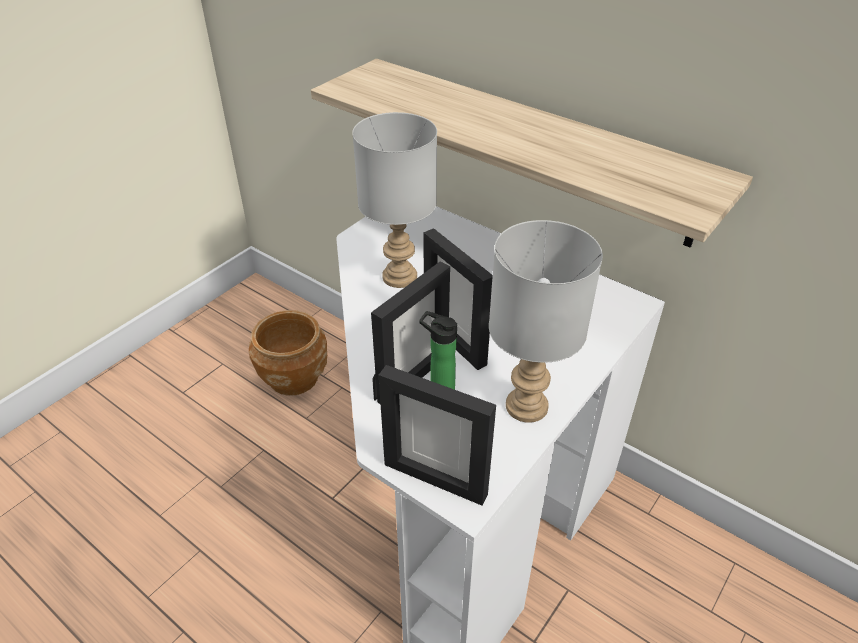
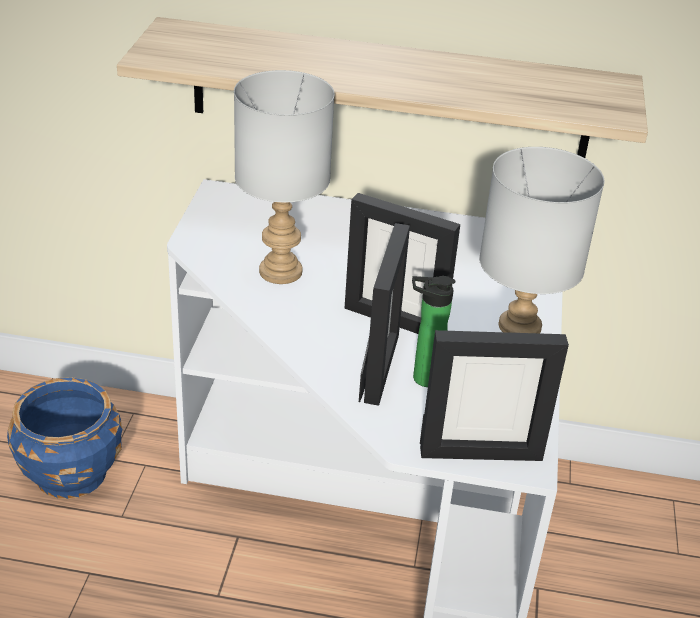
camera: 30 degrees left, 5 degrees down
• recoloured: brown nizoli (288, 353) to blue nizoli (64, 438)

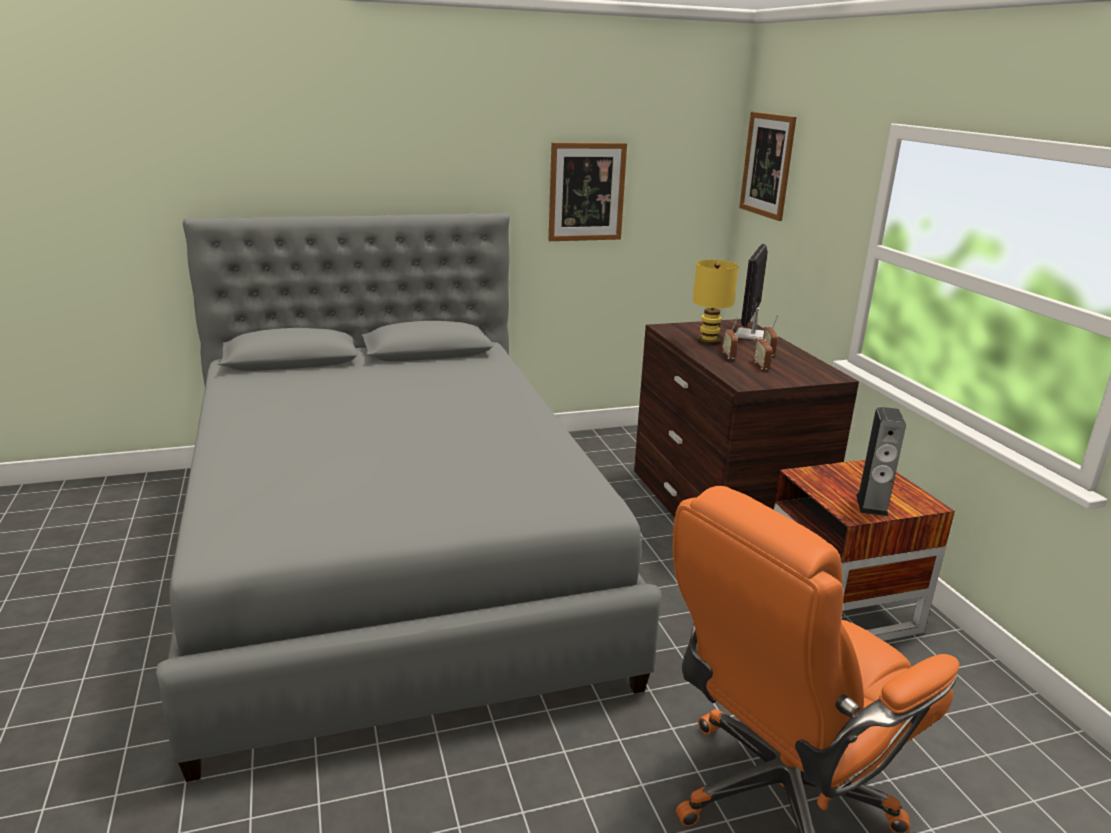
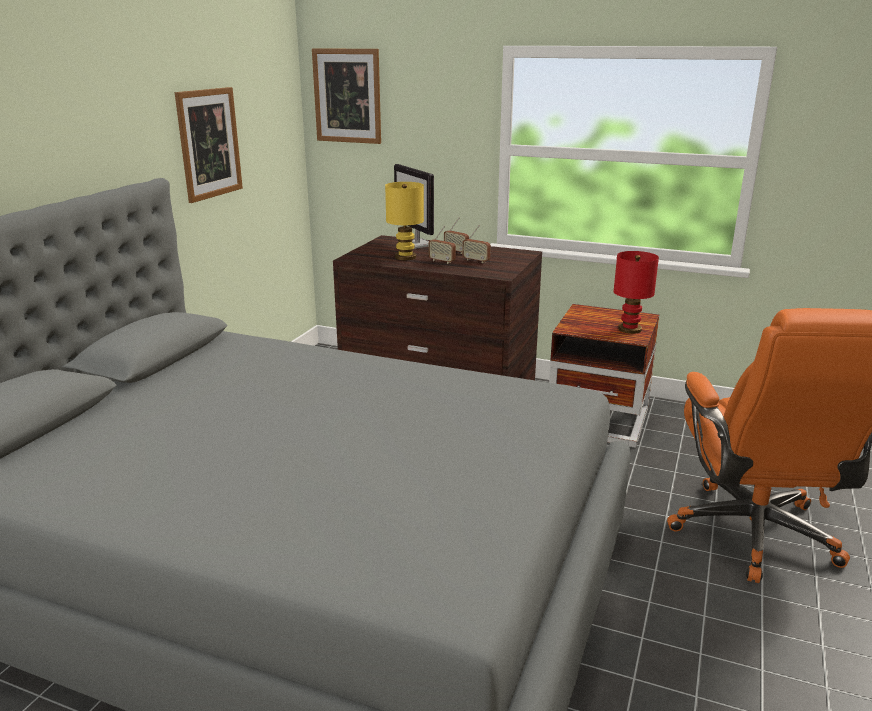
camera: 50 degrees left, 0 degrees up
• replaced: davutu (881, 462) to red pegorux (636, 292)

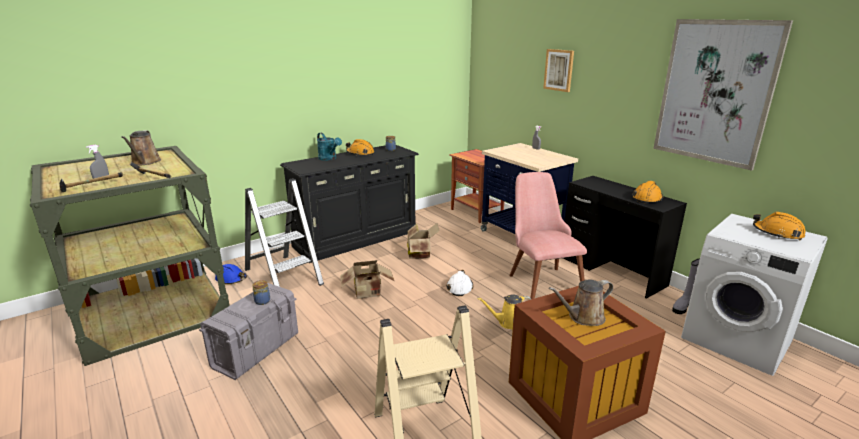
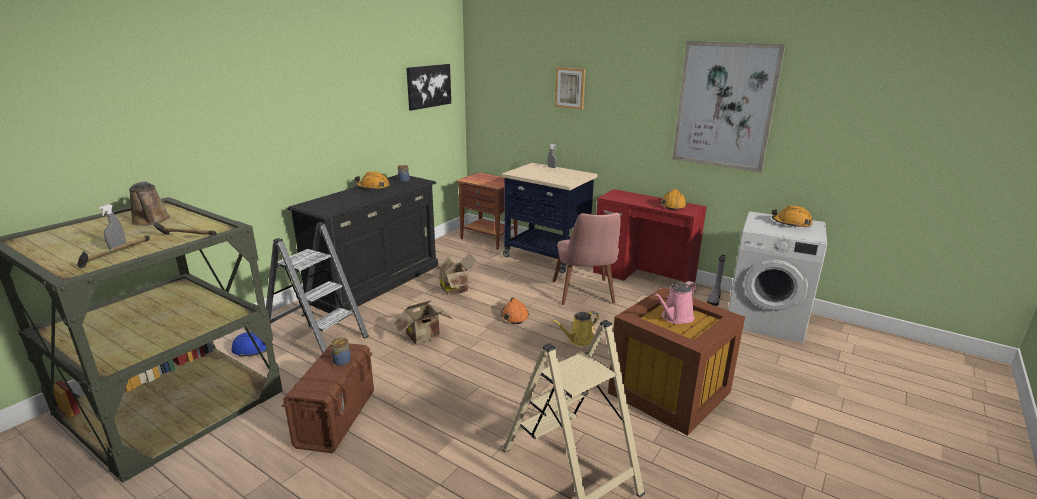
camera: 20 degrees left, 0 degrees up
• recoloured: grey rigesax (248, 331) to brown rigesax (328, 398)
• removed: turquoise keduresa (329, 147)
• recoloured: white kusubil (459, 283) to orange kusubil (515, 310)
• turned: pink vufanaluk (548, 236) = (587, 259) 150 degrees counterclockwise
• recoloured: brown keduresa (581, 303) to pink keduresa (675, 302)
• recoloured: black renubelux (625, 237) to red renubelux (650, 238)
• added: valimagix (428, 87)

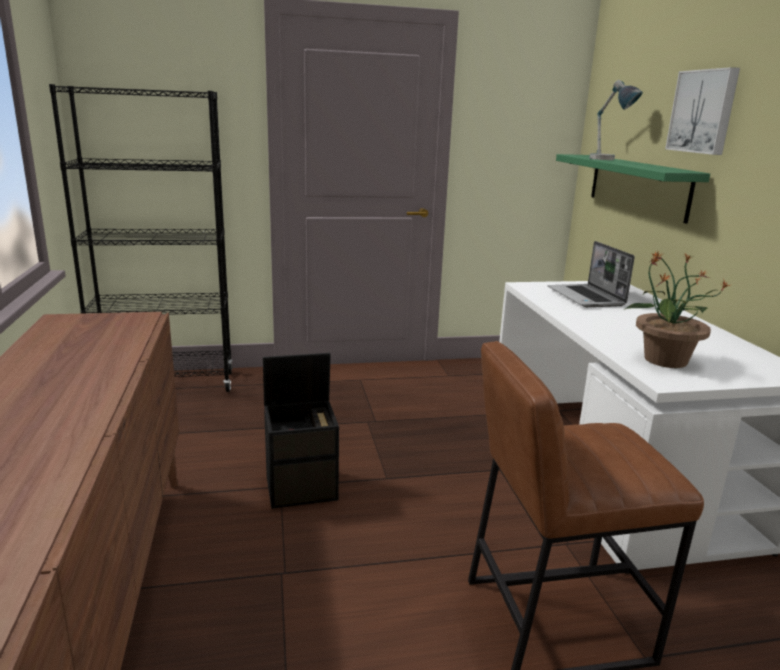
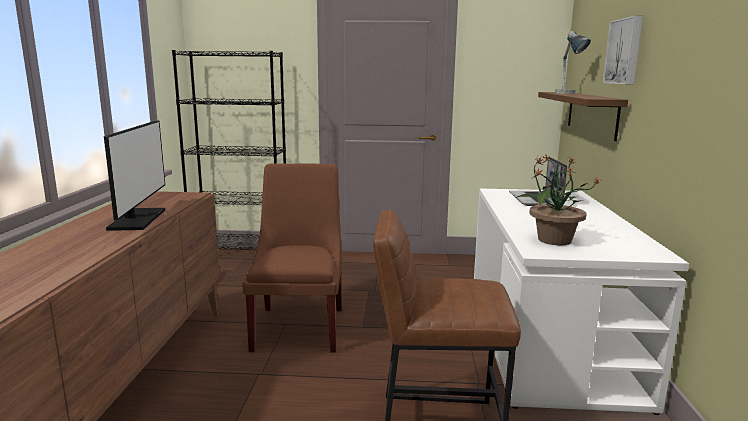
camera: 15 degrees right, 5 degrees down
• replaced: black rigesax (301, 431) to brown vufanaluk (292, 258)
• recoloured: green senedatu (633, 189) to brown senedatu (583, 116)
• added: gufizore (134, 175)

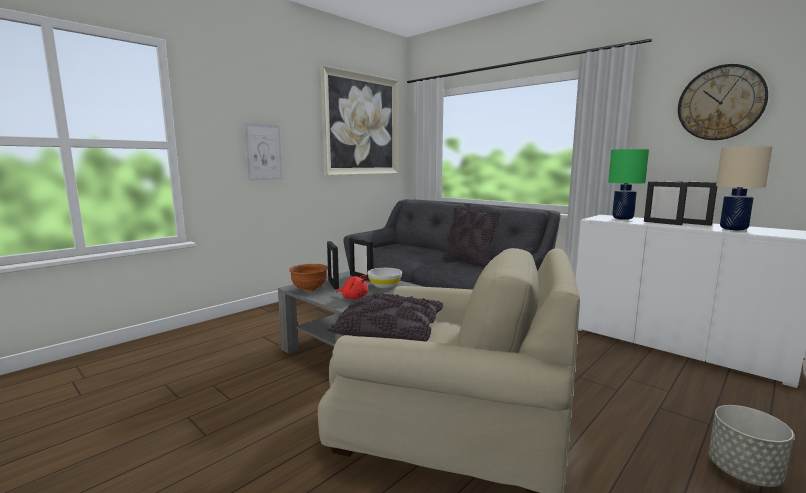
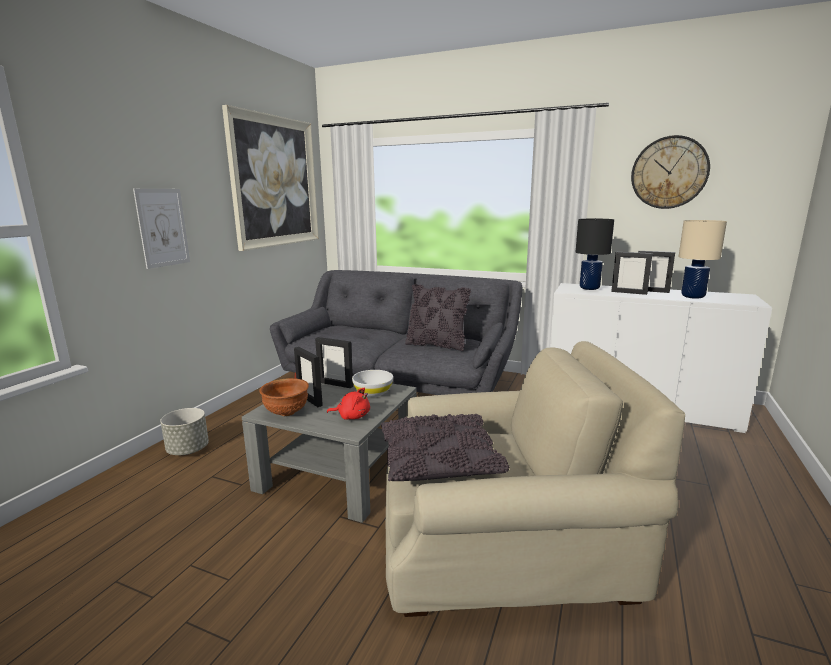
camera: 20 degrees left, 5 degrees up
• recoloured: green pegorux (628, 184) to black pegorux (595, 254)
• moved: grey nizoli (751, 446) to (184, 431)

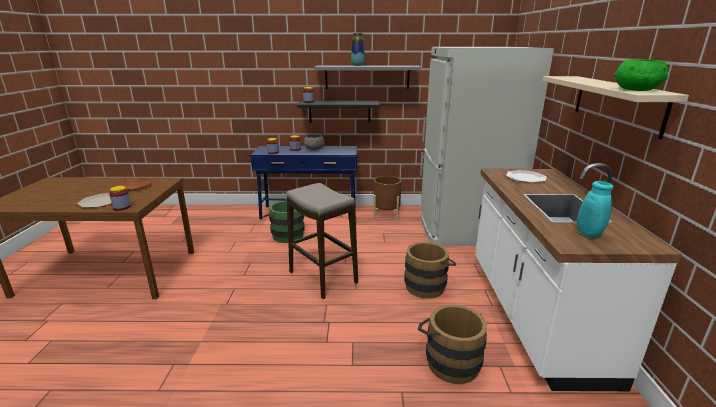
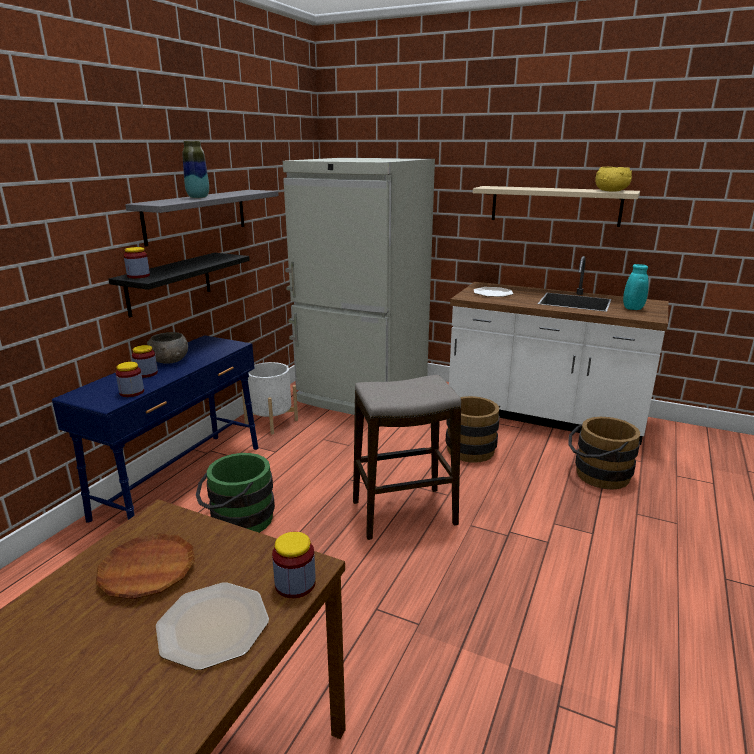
camera: 65 degrees left, 0 degrees up
• recoloured: brown nizoli (387, 198) to white nizoli (270, 398)
• recoloured: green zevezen (641, 75) to yellow zevezen (613, 179)

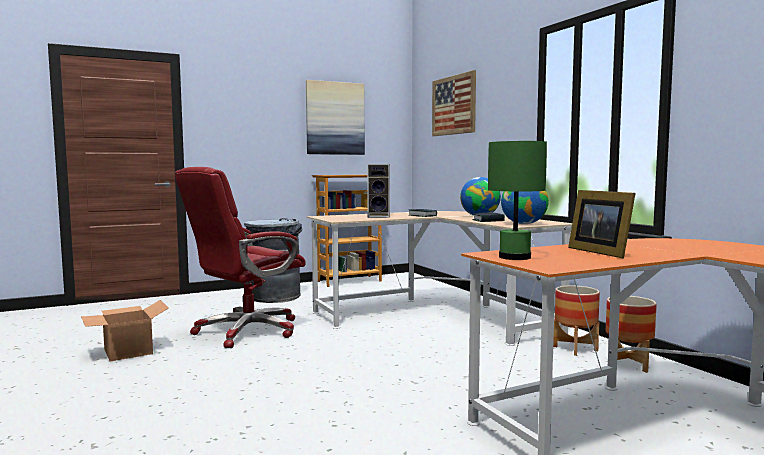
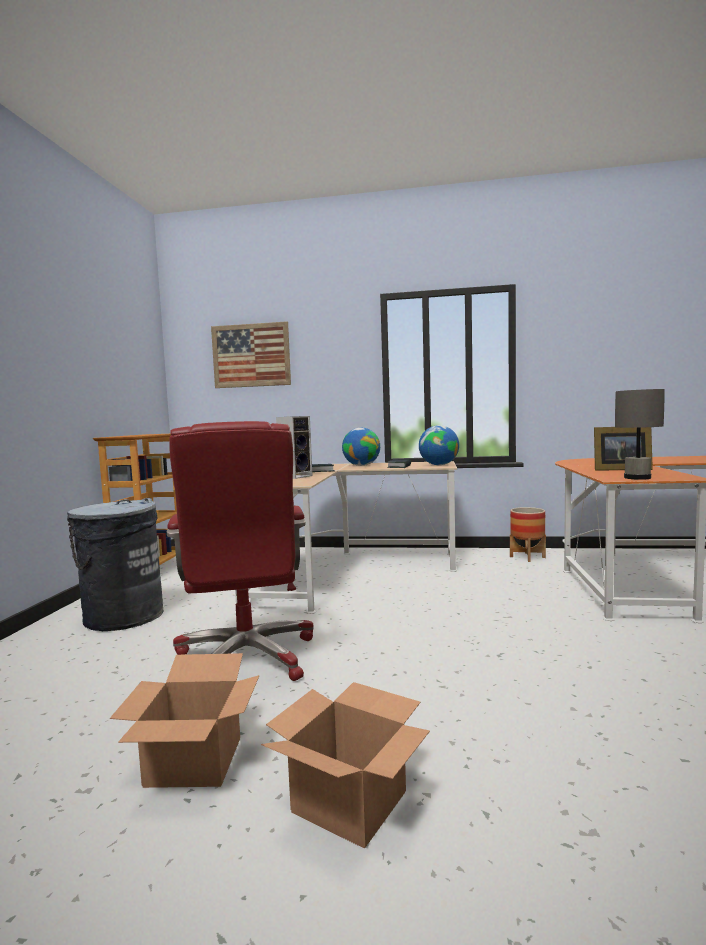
camera: 55 degrees left, 0 degrees up
• removed: valimagix (335, 117)
• recoloured: green pegorux (517, 200) to grey pegorux (640, 434)
• removed: nizoli (576, 320)
• added: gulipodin (345, 765)

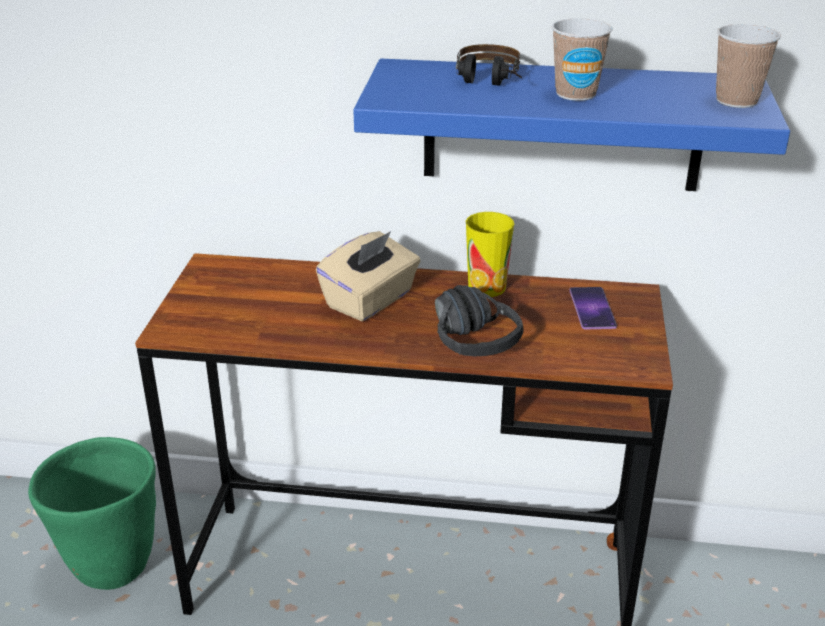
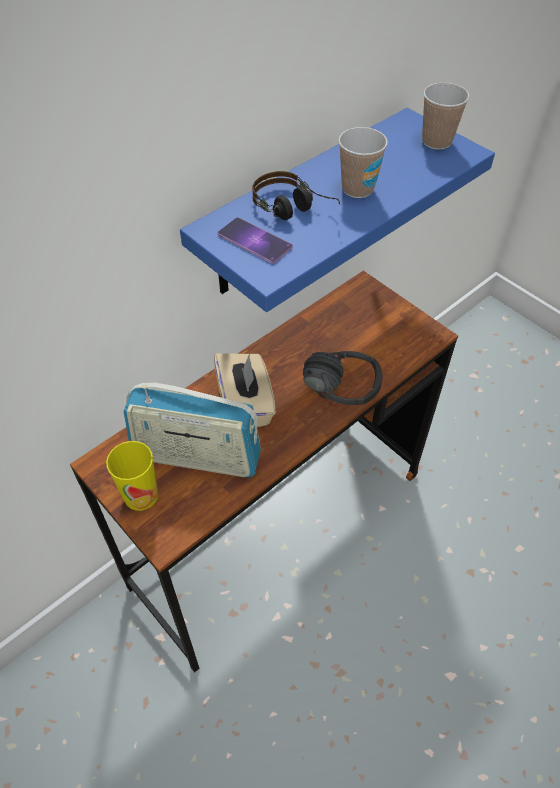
camera: 50 degrees left, 20 degrees up
• removed: green nizoli (92, 513)
• moved: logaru (490, 254) to (132, 476)
• moved: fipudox (593, 308) to (255, 240)
• added: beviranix (192, 430)

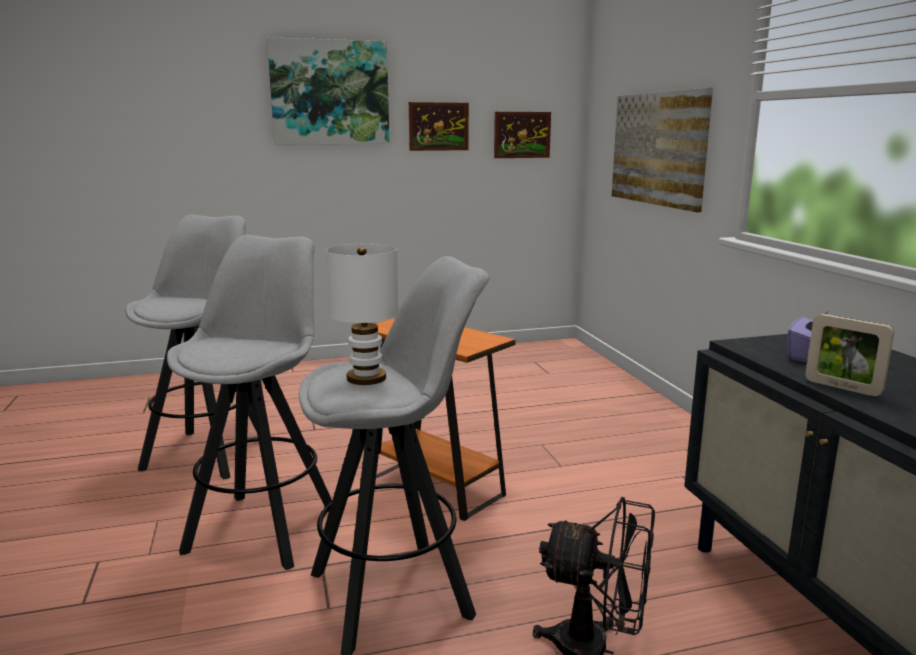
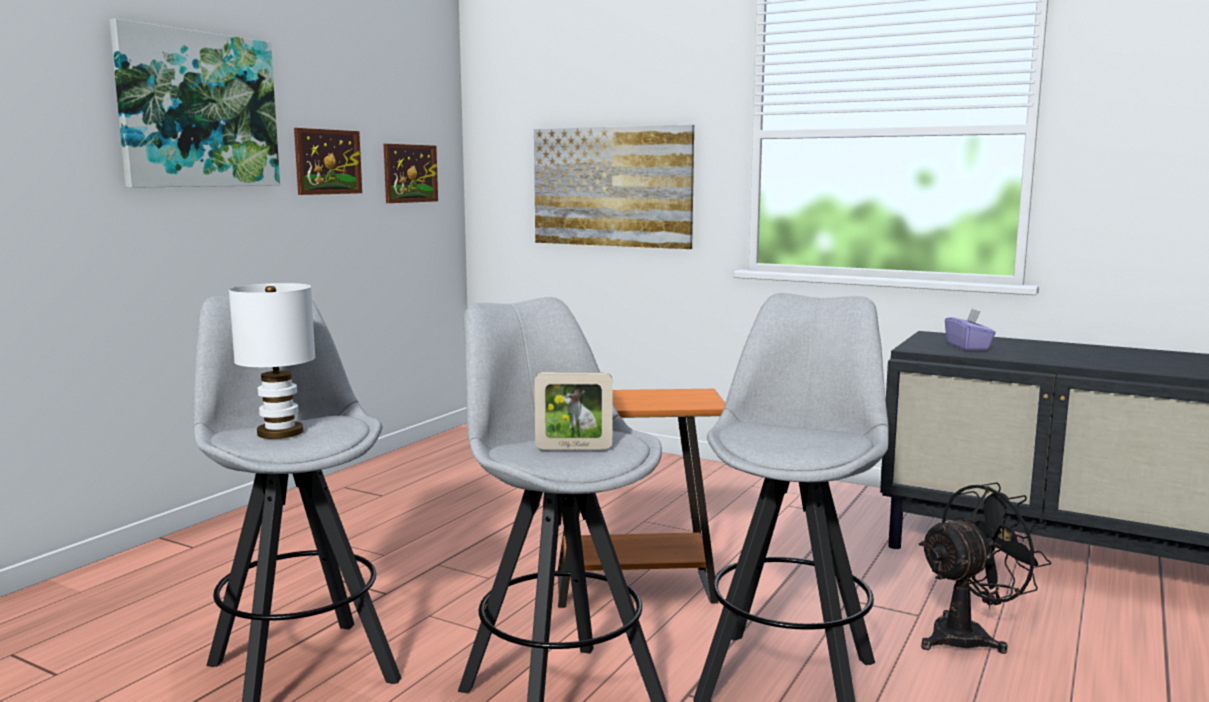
camera: 45 degrees left, 5 degrees down
• moved: white pegorux (362, 314) to (272, 361)
• moved: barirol (849, 355) to (573, 410)

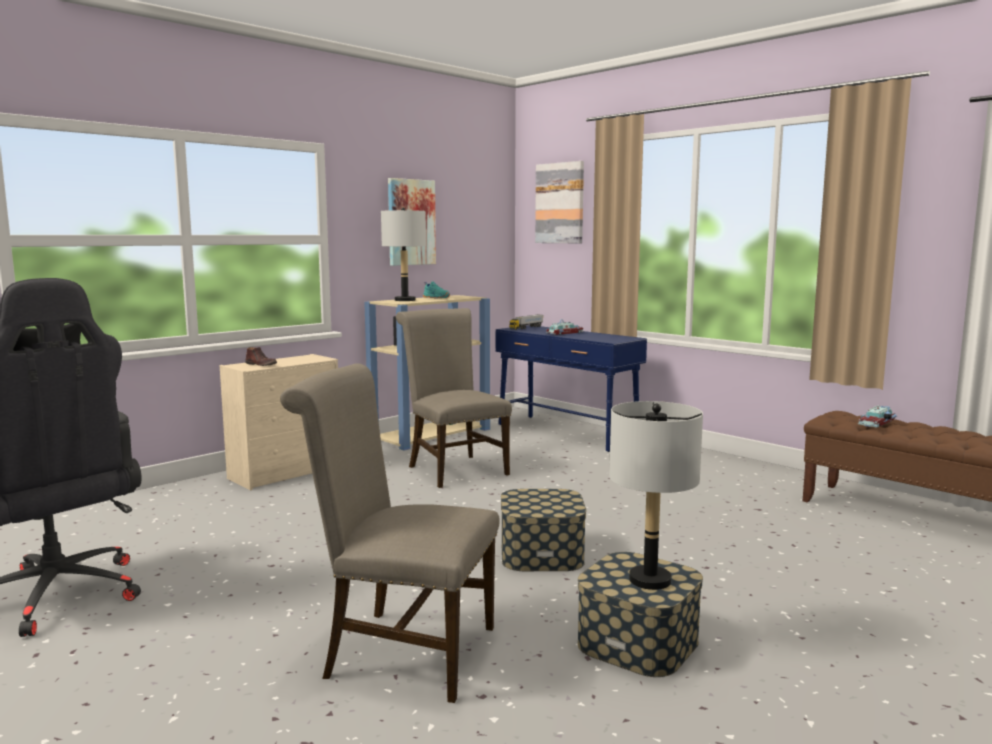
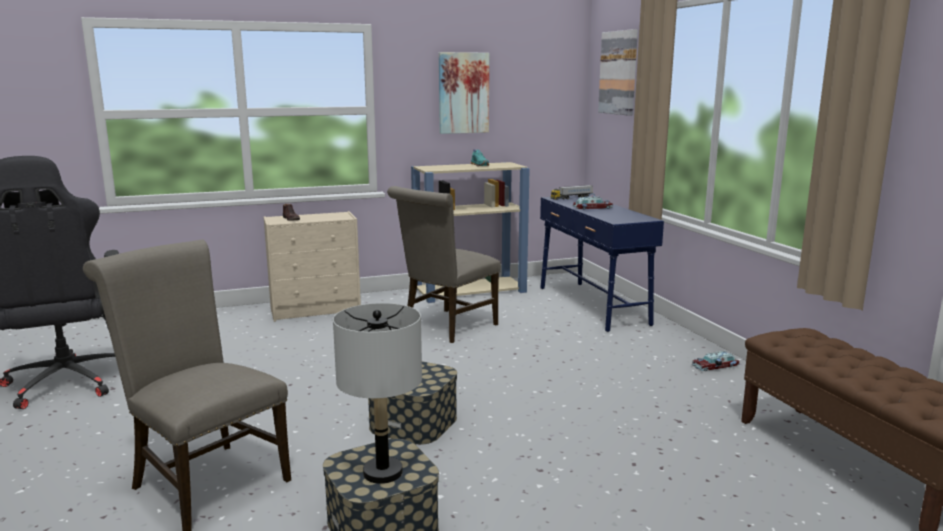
camera: 25 degrees right, 5 degrees up
• removed: grey pegorux (403, 254)
• turned: beige vufanaluk (454, 398) = (444, 264) 135 degrees counterclockwise
• moved: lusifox (877, 416) to (716, 361)

